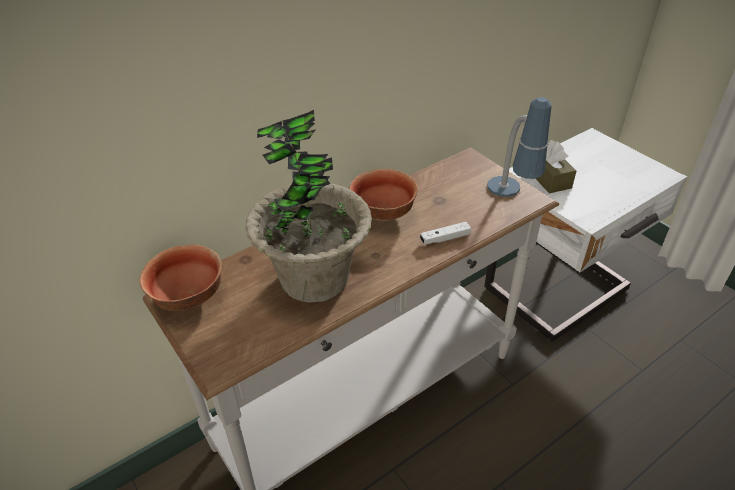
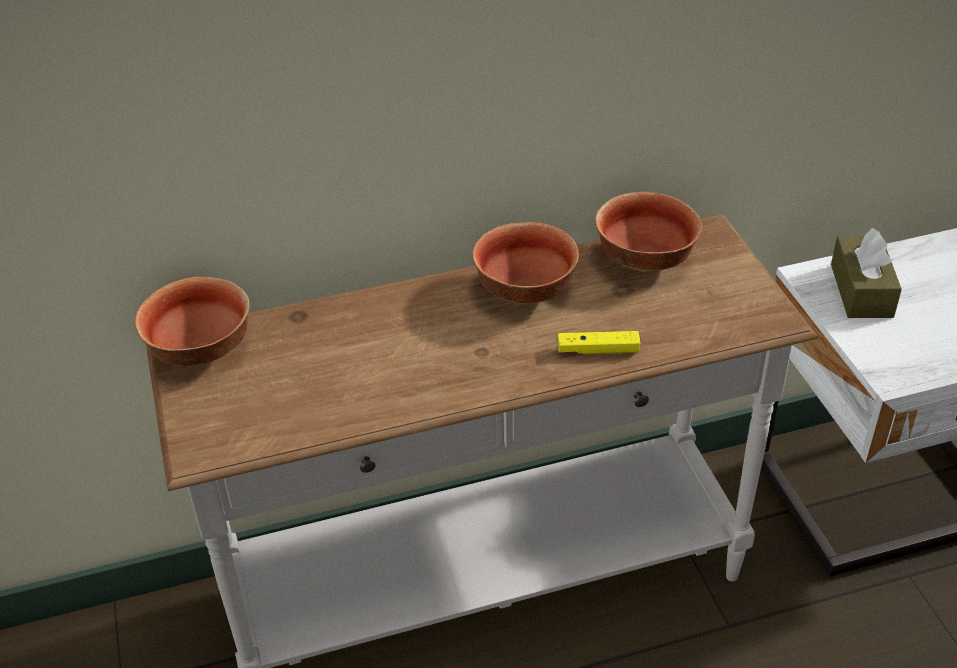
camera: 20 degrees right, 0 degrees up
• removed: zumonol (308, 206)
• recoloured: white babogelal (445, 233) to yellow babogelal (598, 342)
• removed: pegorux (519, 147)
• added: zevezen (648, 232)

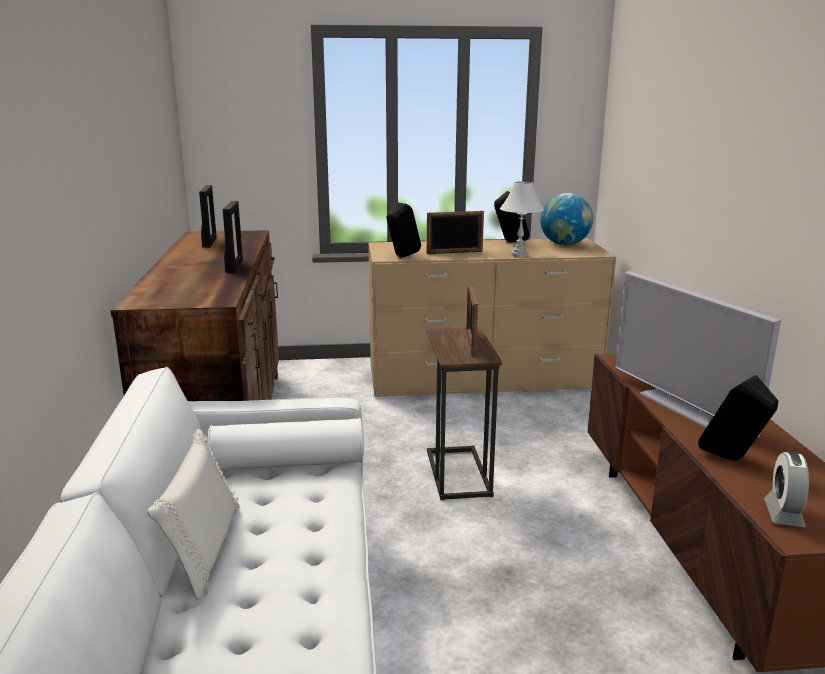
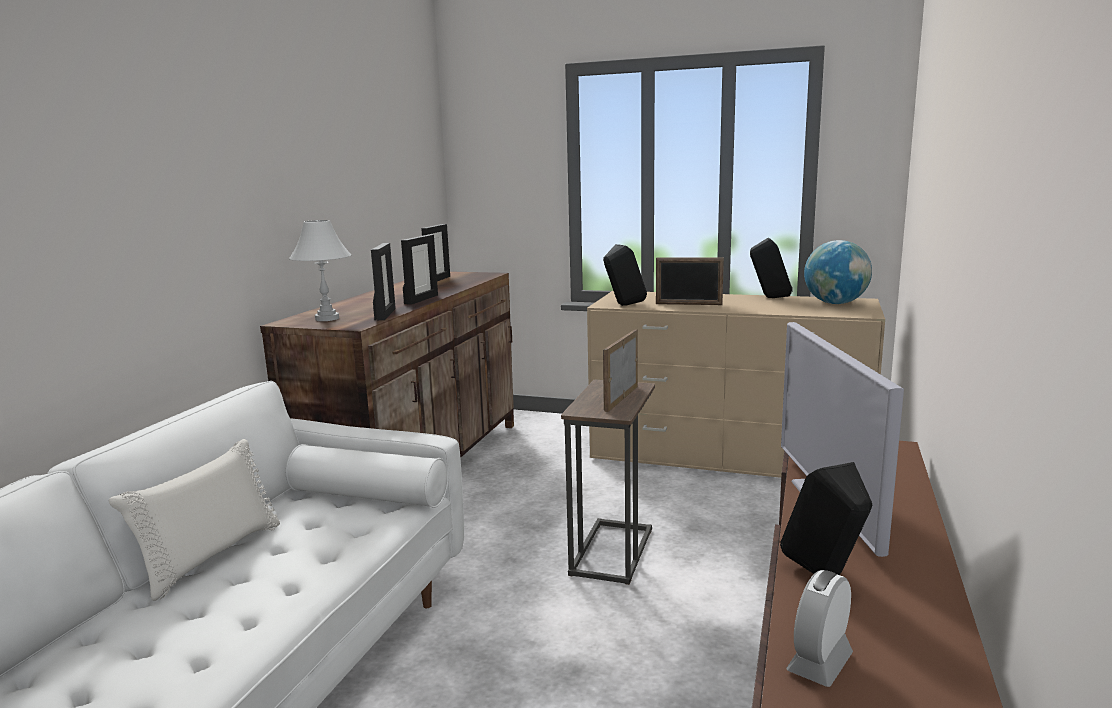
camera: 25 degrees right, 5 degrees down
• moved: white pegorux (522, 219) to (320, 270)
• added: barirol (383, 281)

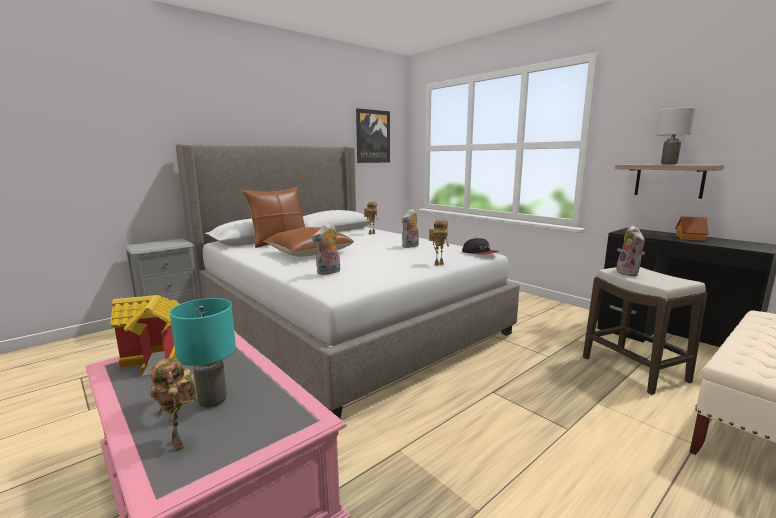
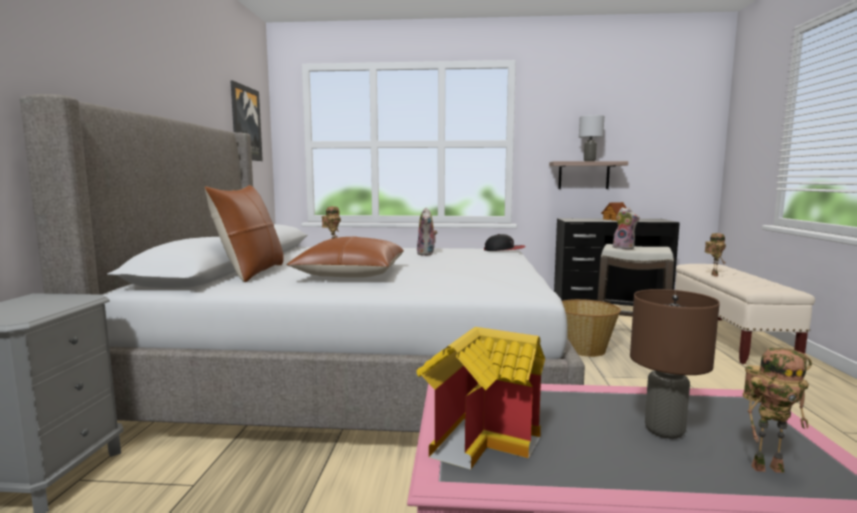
camera: 45 degrees left, 5 degrees down
• recoloured: turquoise pegorux (203, 353) to brown pegorux (675, 364)
• removed: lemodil (326, 249)
• moved: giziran (439, 243) to (715, 255)
• added: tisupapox (591, 328)

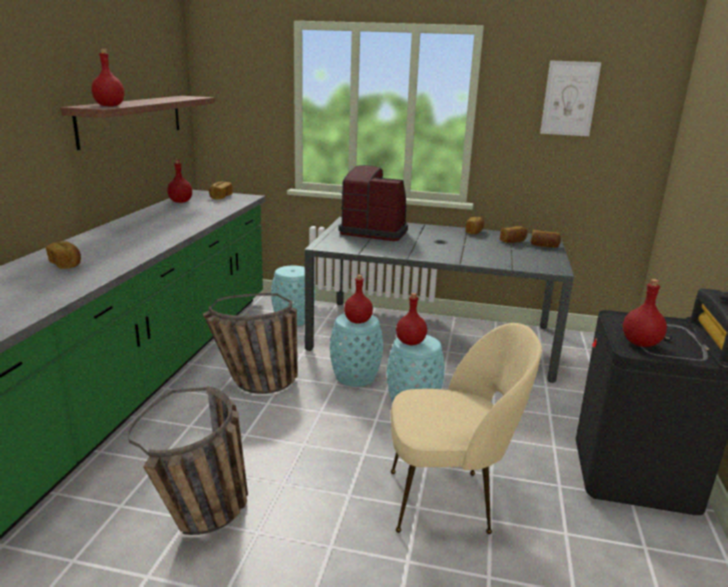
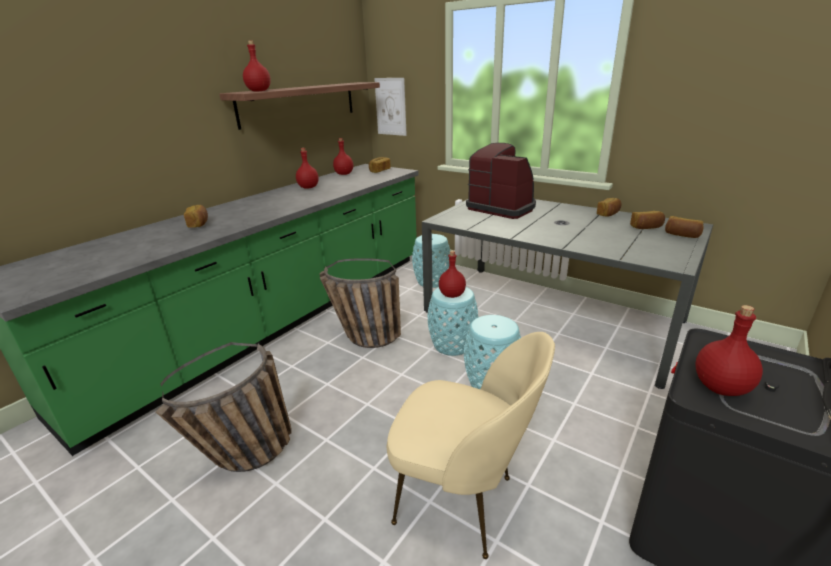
camera: 25 degrees right, 5 degrees up
• moved: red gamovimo (411, 319) to (307, 168)
• moved: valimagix (570, 98) to (390, 107)

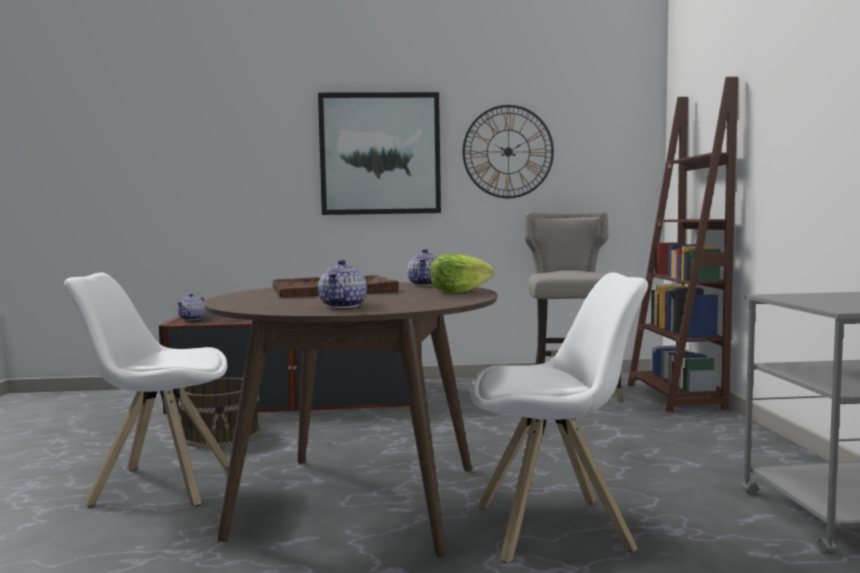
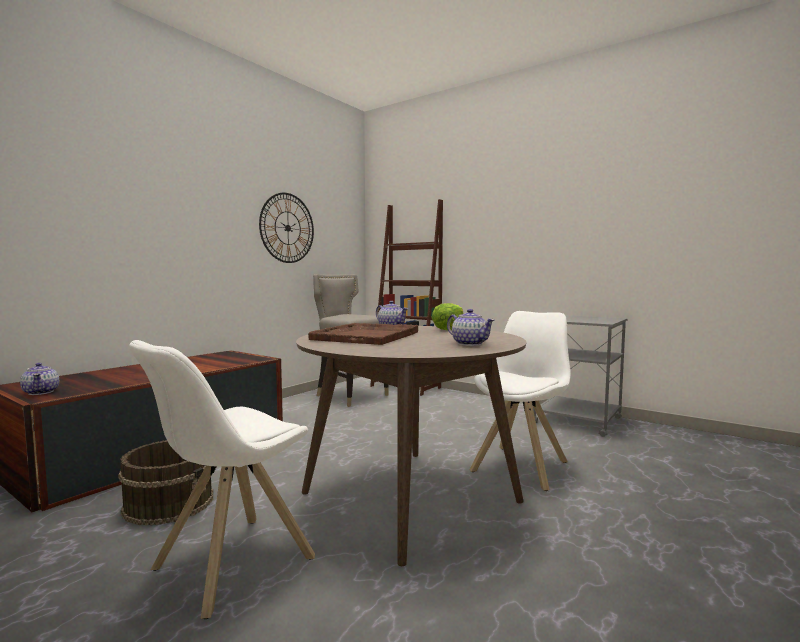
camera: 50 degrees left, 0 degrees up
• removed: valimagix (379, 153)

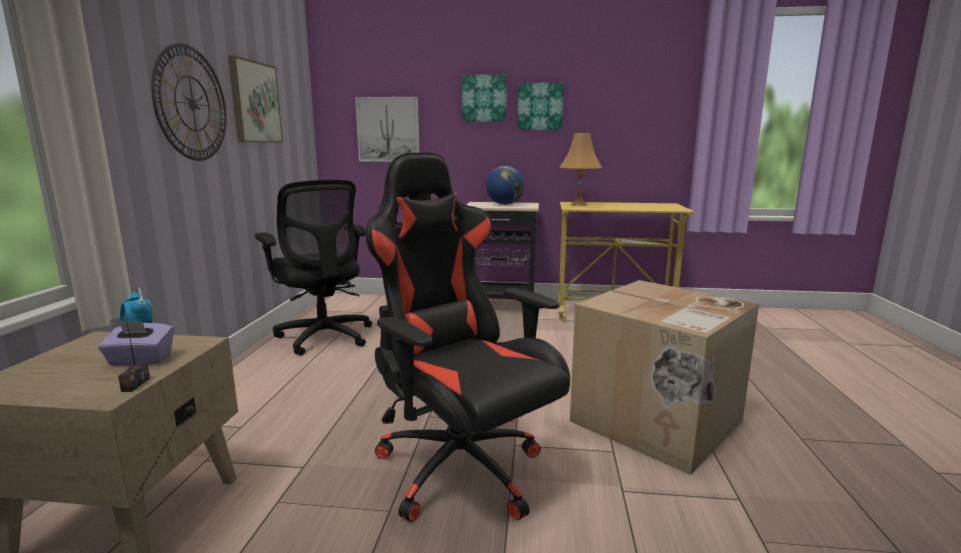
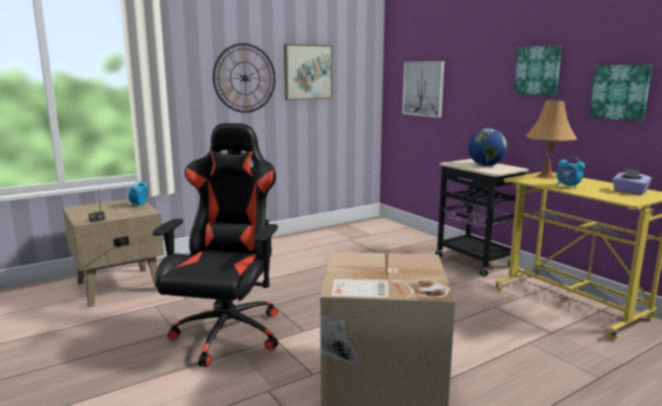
camera: 50 degrees right, 0 degrees up
• moved: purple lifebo (136, 343) to (632, 181)
• removed: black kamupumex (313, 268)
• moved: valimagix (484, 98) to (620, 93)
• added: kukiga (570, 172)

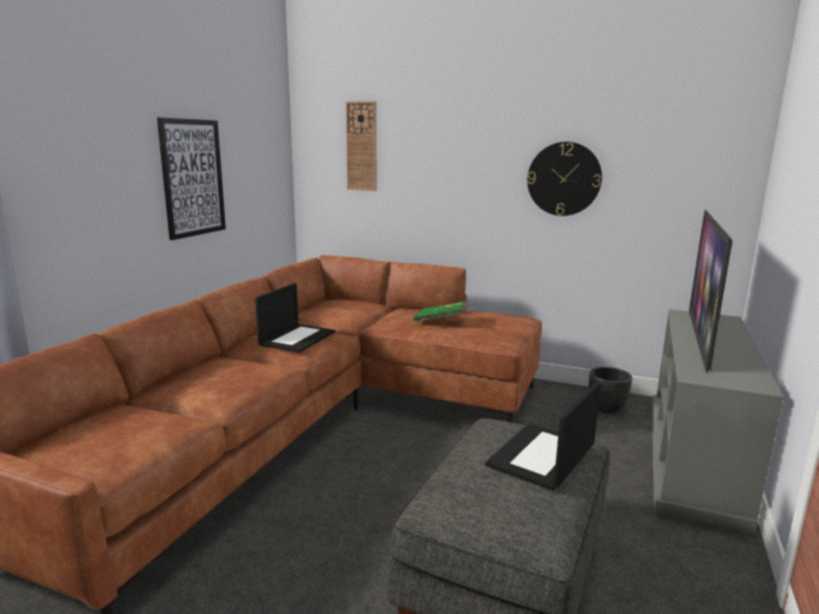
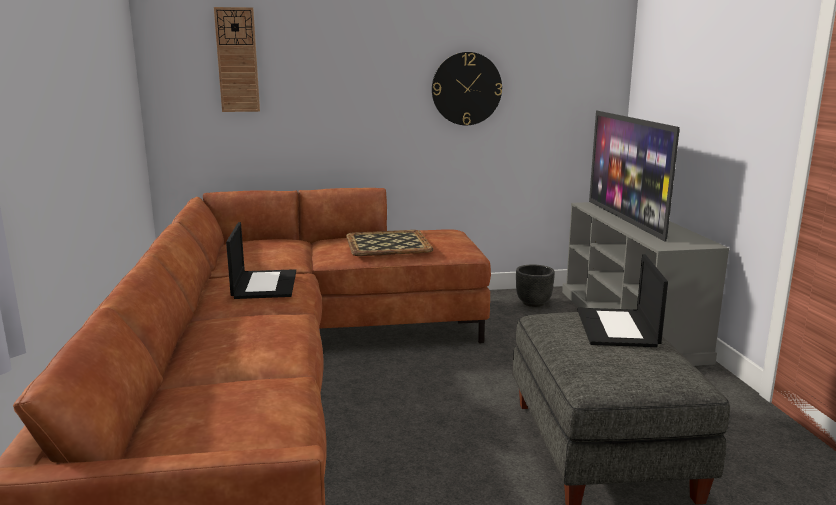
camera: 30 degrees left, 0 degrees up
• removed: valimagix (191, 179)
• replaced: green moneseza (440, 311) to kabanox (389, 243)

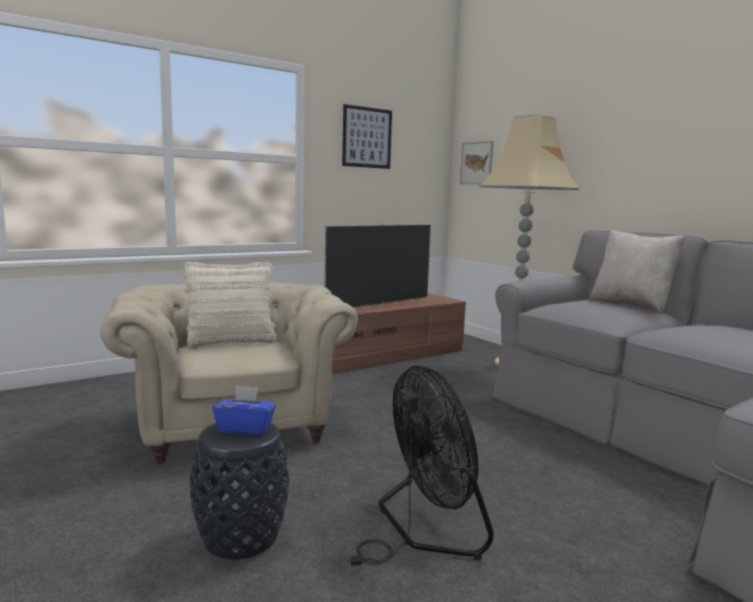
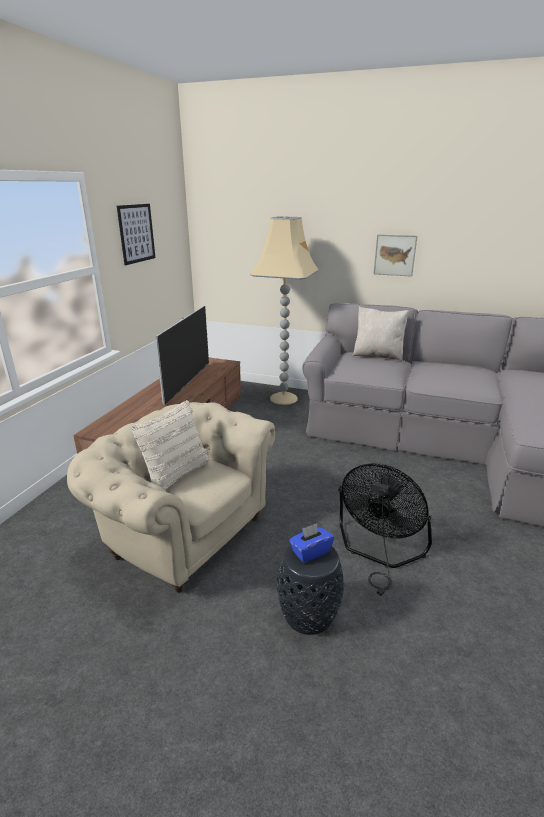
camera: 35 degrees left, 15 degrees up
• moved: valimagix (476, 162) to (395, 255)

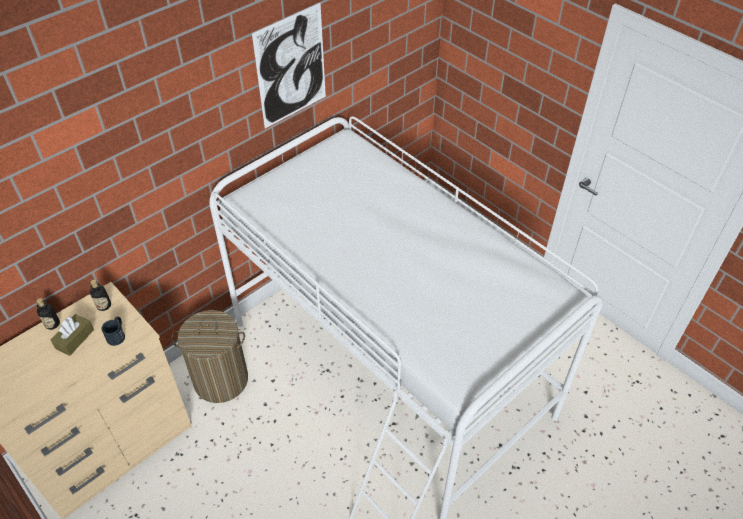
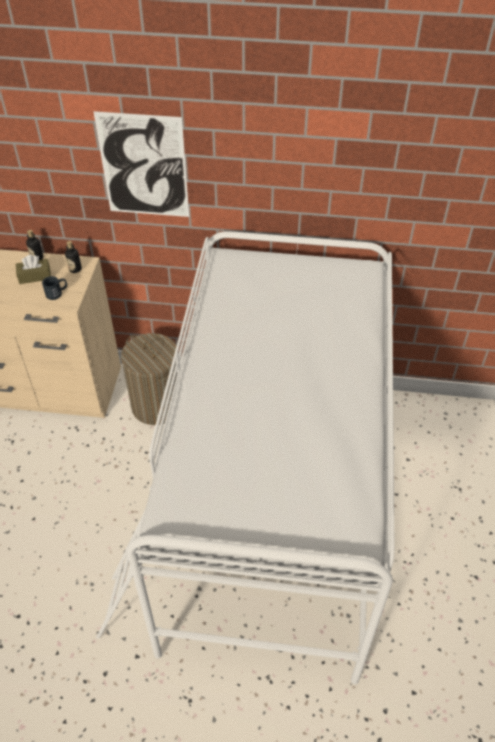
camera: 50 degrees right, 0 degrees up
• moved: valimagix (289, 65) to (141, 164)

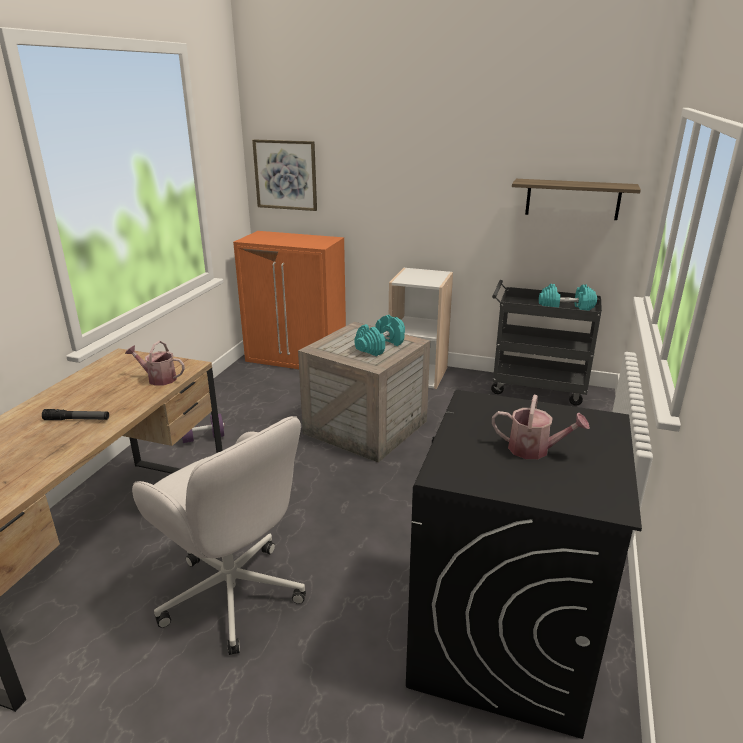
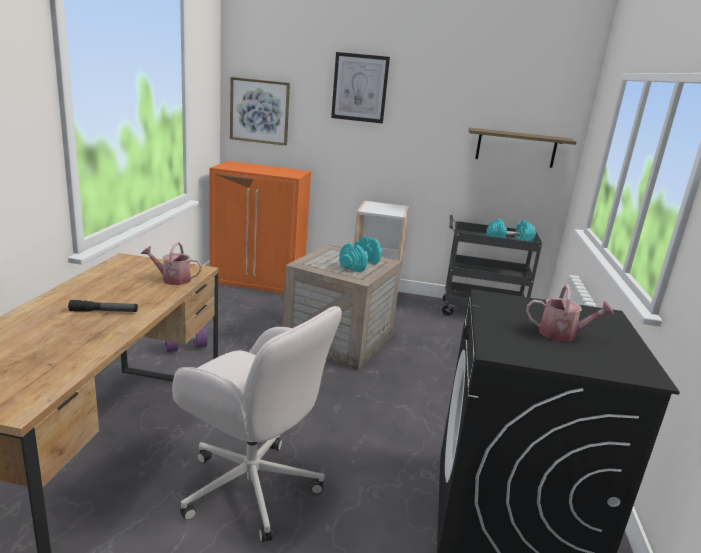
camera: 10 degrees left, 5 degrees down
• added: valimagix (360, 88)

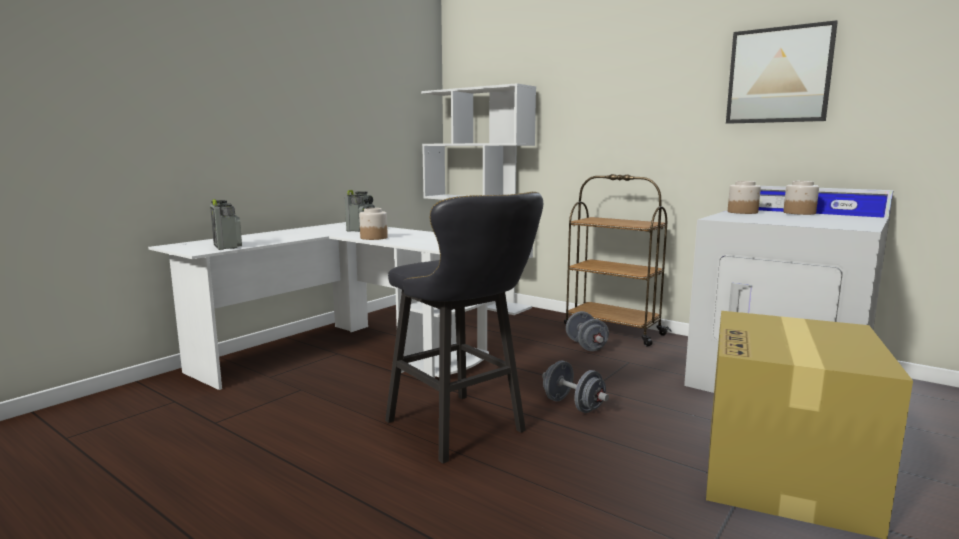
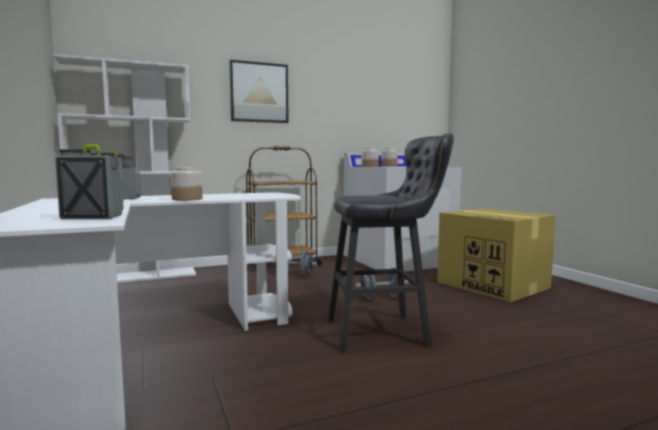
camera: 60 degrees left, 5 degrees down
• moved: valimagix (782, 72) to (259, 91)

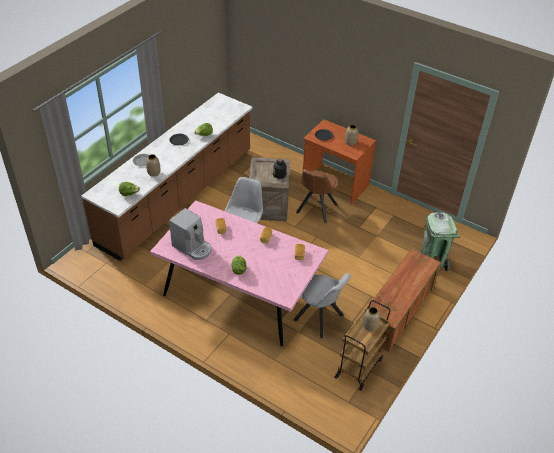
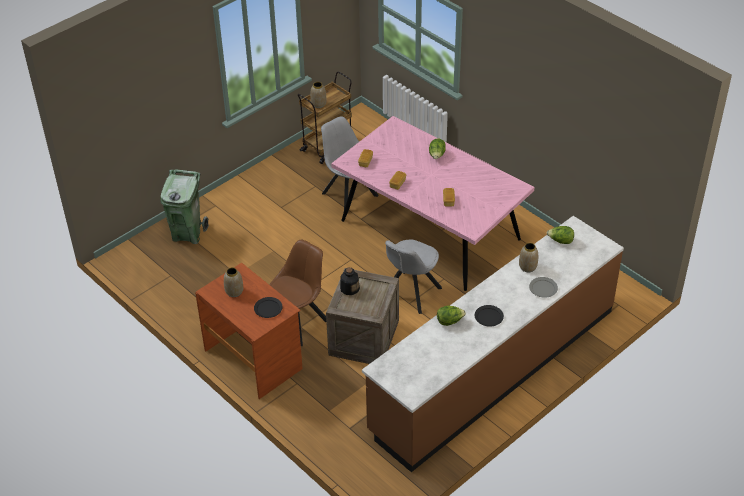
camera: 165 degrees left, 0 degrees up
• removed: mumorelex (190, 234)
• removed: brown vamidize (403, 300)

